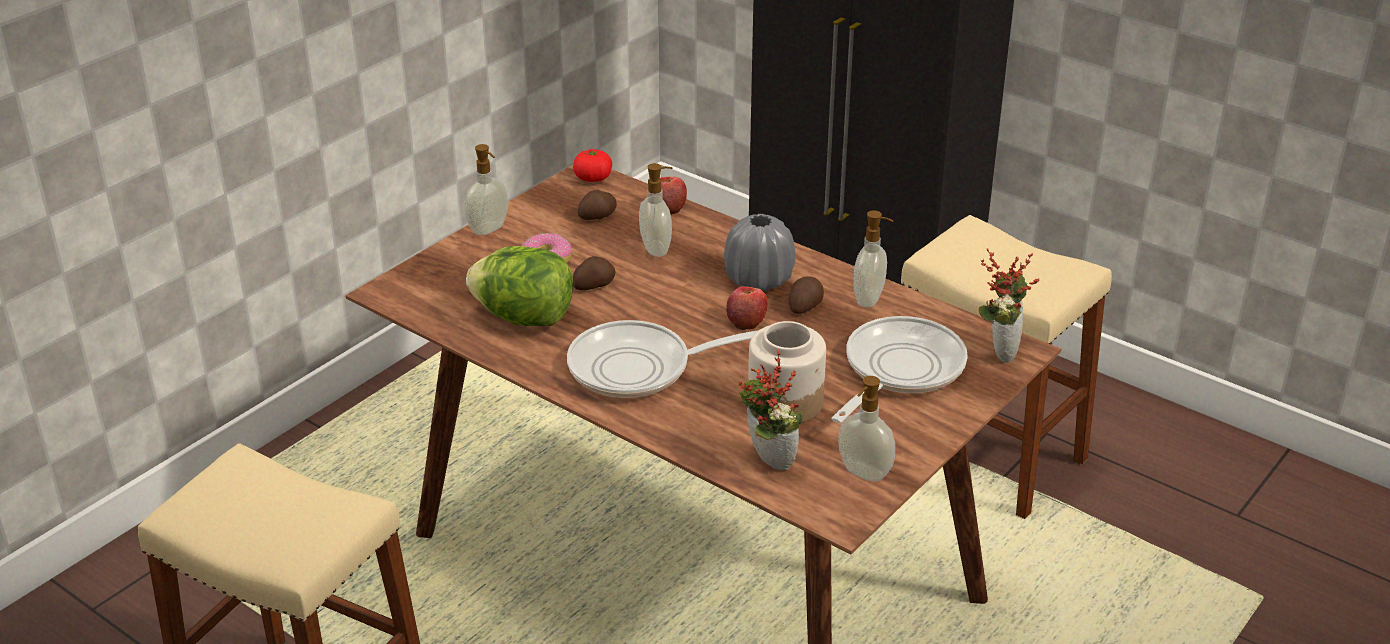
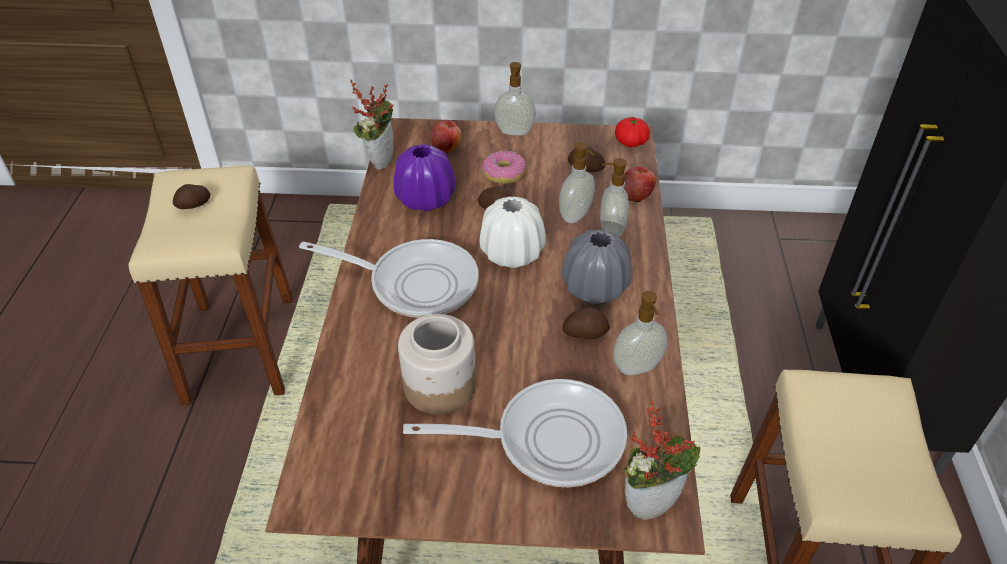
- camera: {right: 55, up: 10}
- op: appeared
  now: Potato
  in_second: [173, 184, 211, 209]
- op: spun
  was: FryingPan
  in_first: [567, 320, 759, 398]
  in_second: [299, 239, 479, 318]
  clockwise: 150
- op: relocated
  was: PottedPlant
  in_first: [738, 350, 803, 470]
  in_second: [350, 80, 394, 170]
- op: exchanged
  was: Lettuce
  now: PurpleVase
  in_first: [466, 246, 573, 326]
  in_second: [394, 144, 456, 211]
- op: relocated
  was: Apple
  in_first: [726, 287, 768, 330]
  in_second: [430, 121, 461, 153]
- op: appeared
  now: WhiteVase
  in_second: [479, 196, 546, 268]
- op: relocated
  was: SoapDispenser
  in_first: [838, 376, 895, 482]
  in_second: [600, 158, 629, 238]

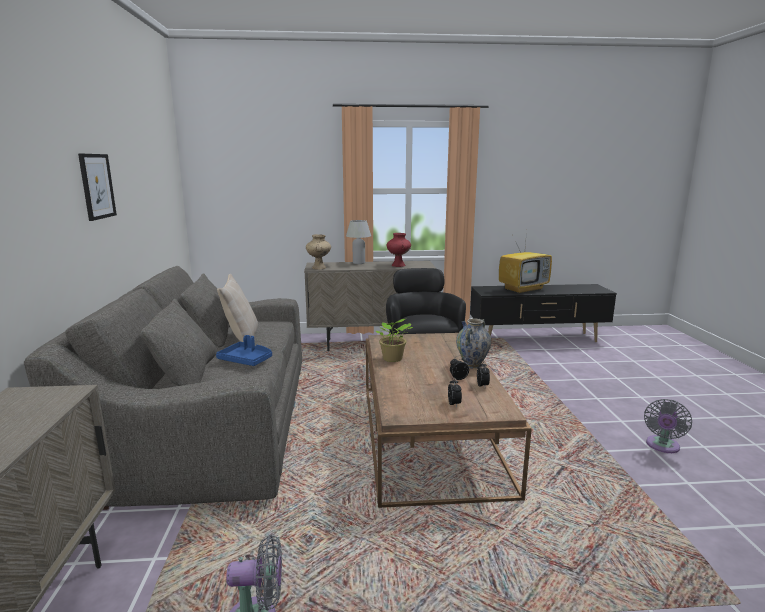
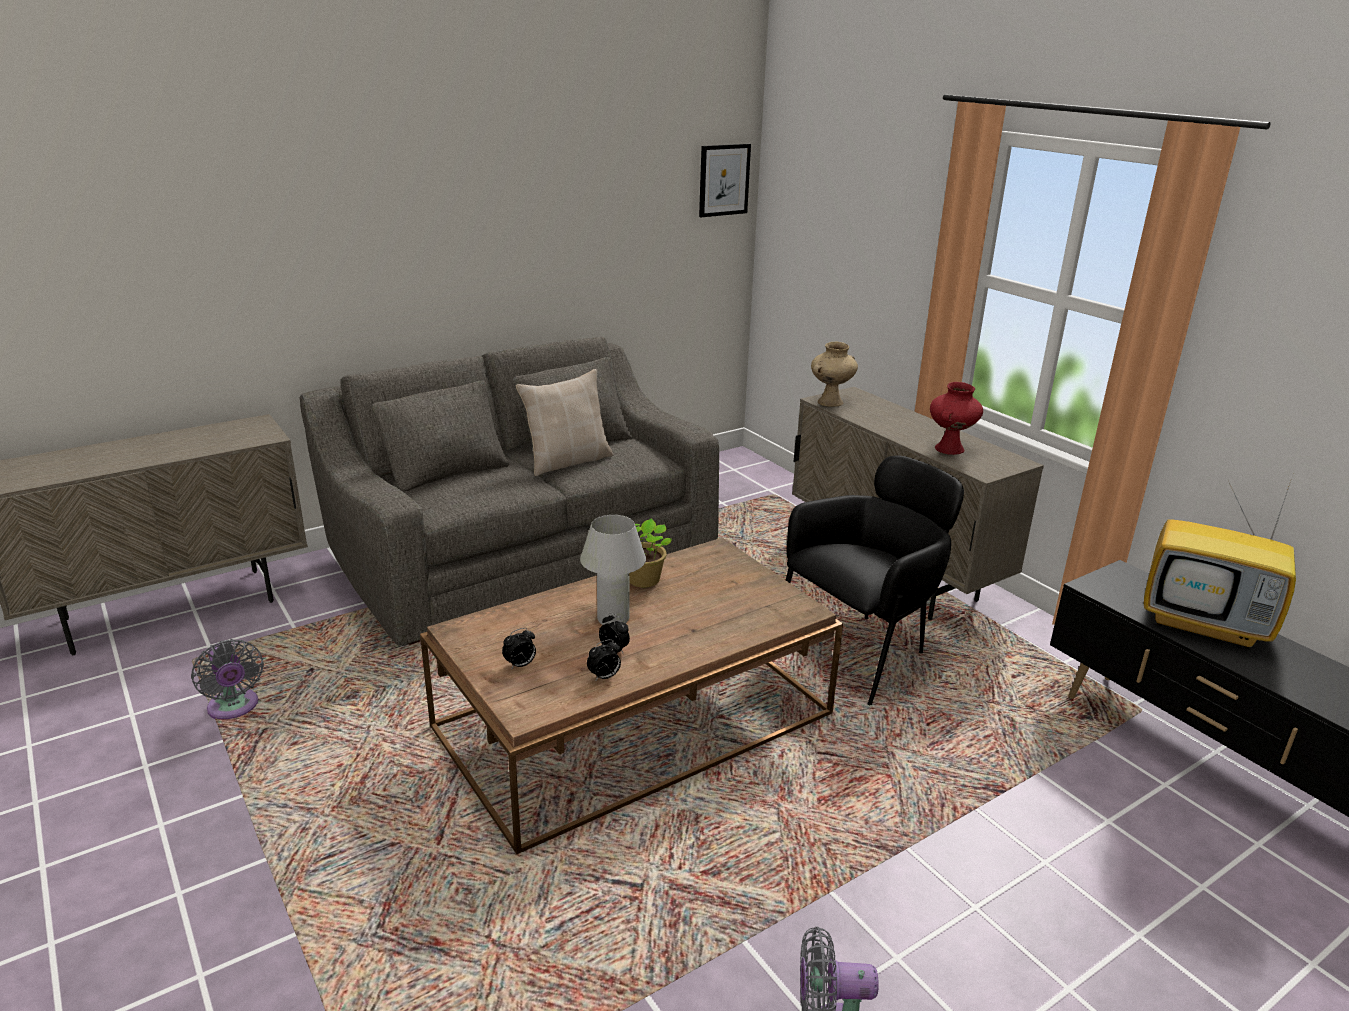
- camera: {right: 60, up: 10}
- op: relocated
  was: WhiteTableLamp
  in_first: [346, 220, 371, 264]
  in_second: [580, 515, 646, 625]
- op: relocated
  was: Picture
  in_first: [78, 154, 117, 221]
  in_second: [699, 144, 751, 217]
- op: missing
  was: BlueTray
  in_first: [216, 335, 272, 366]
- op: missing
  was: Vase
  in_first: [456, 319, 491, 369]

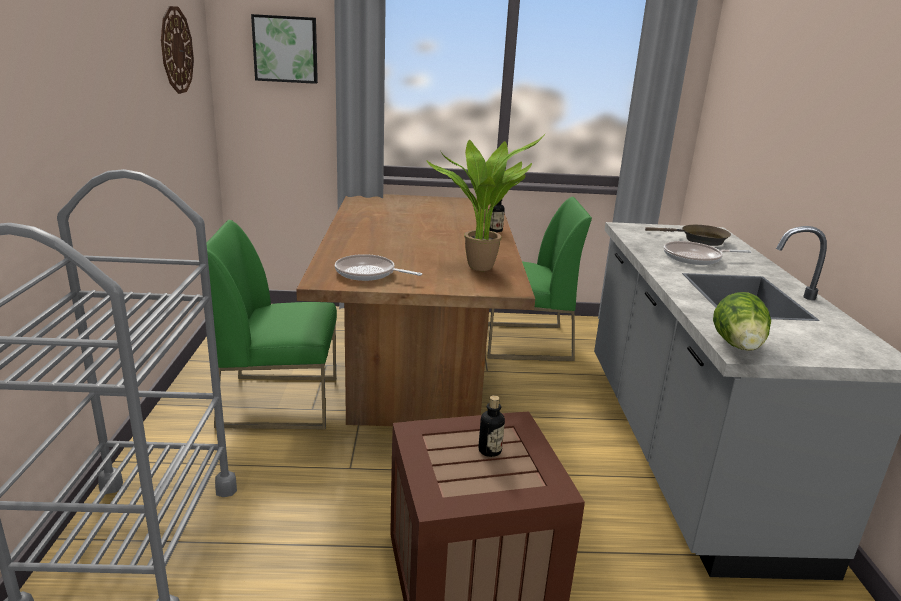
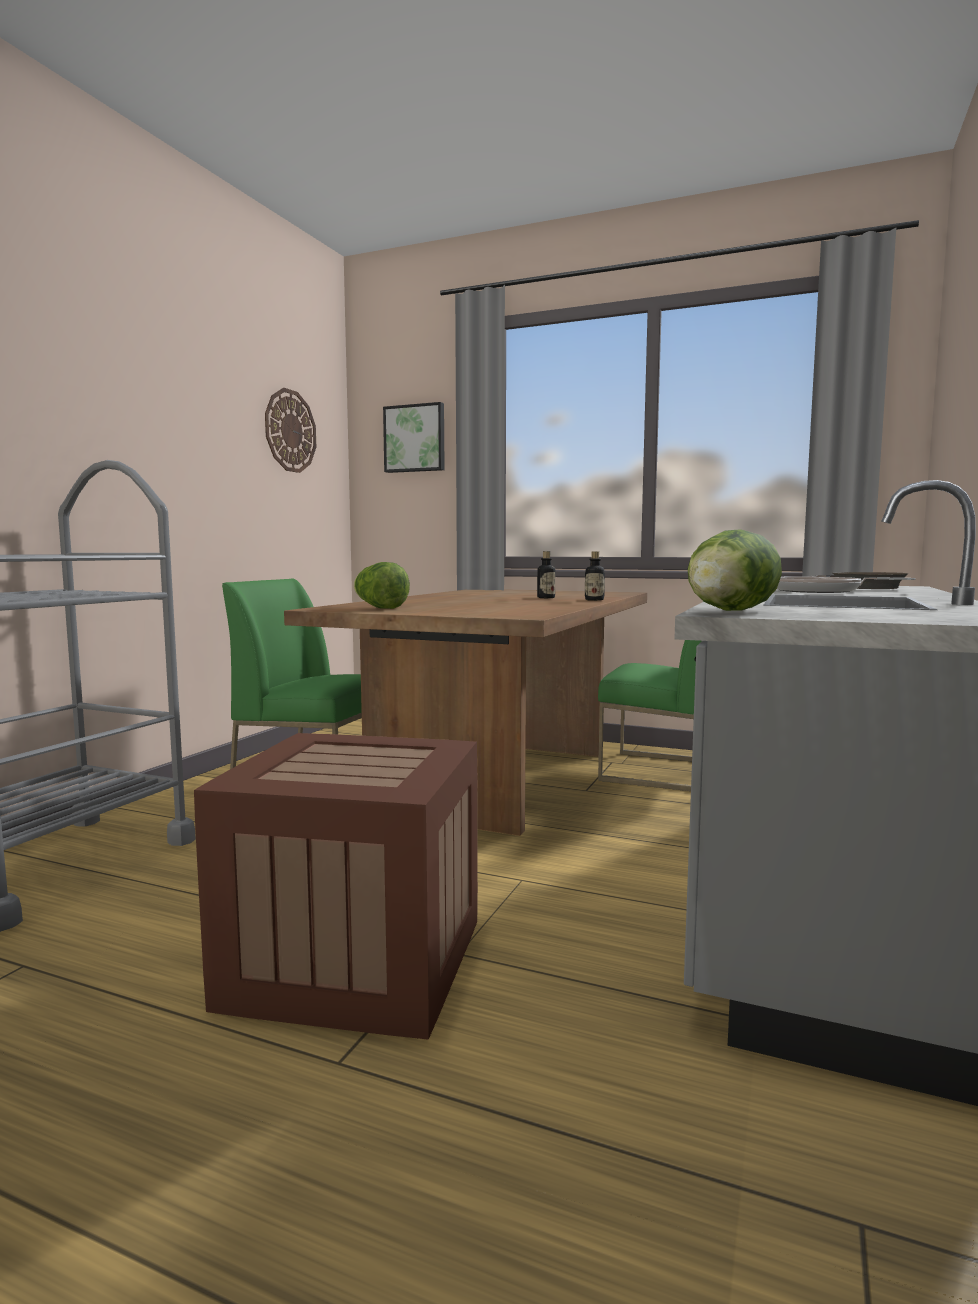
- camera: {right: 25, up: -15}
- op: exchanged
  was: FryingPan
  now: Lettuce
  in_first: [335, 254, 422, 281]
  in_second: [353, 562, 410, 609]
- op: relocated
  was: Bottle
  in_first: [479, 395, 505, 457]
  in_second: [537, 551, 555, 598]
- op: missing
  was: PottedPlant
  in_first: [427, 133, 546, 271]

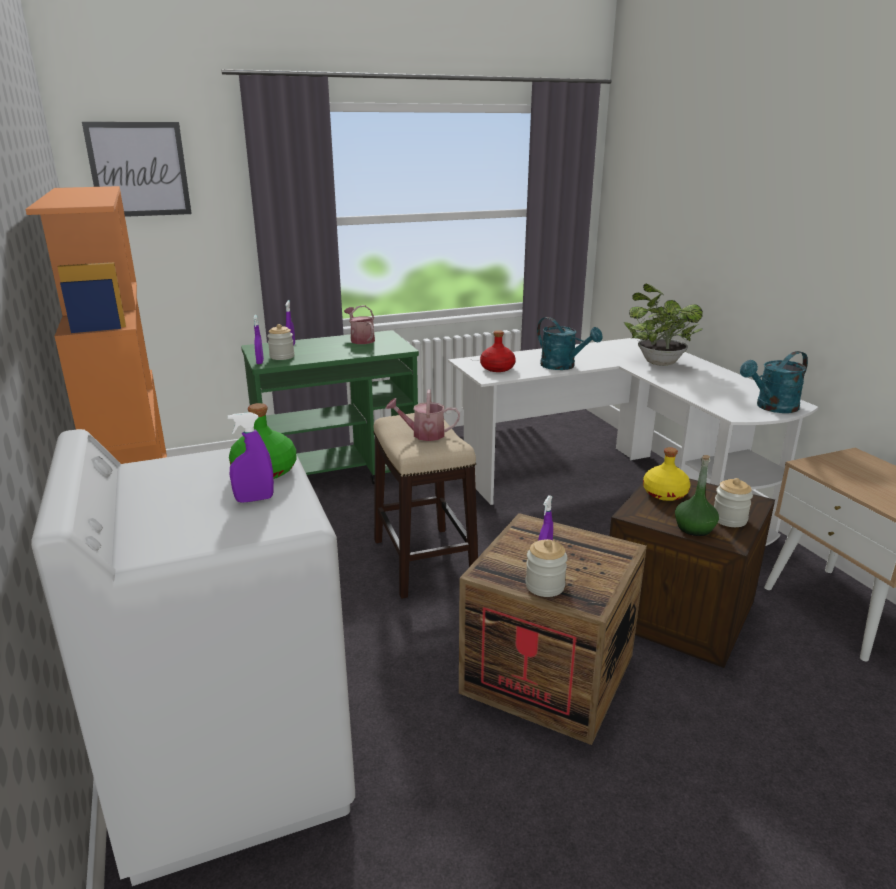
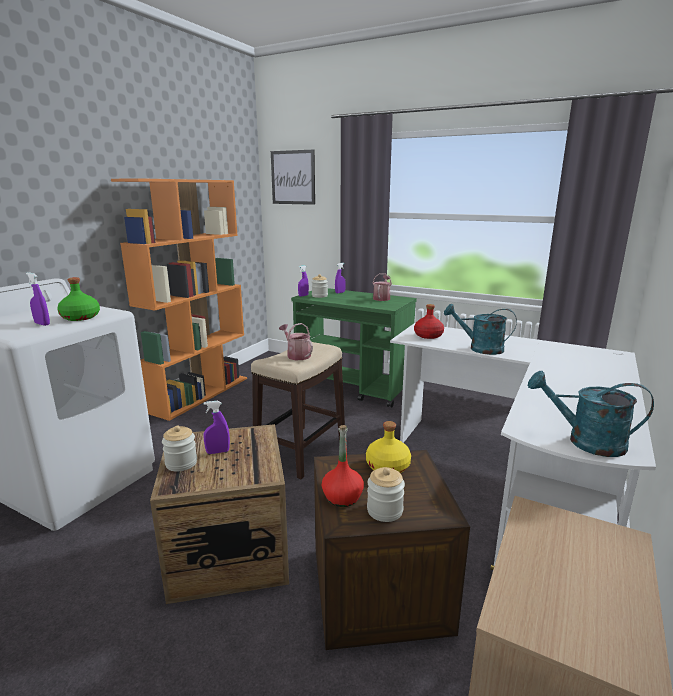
- camera: {right: 50, up: -5}
- op: colour
  was: GreenBottle
  now: RedBottle
  in_first: [675, 455, 719, 536]
  in_second: [322, 425, 364, 507]
- op: spun
  was: TurquoiseWateringCan
  in_first: [537, 317, 603, 370]
  in_second: [444, 304, 517, 355]
  clockwise: 105
- op: missing
  was: PottedPlant
  in_first: [624, 283, 703, 366]

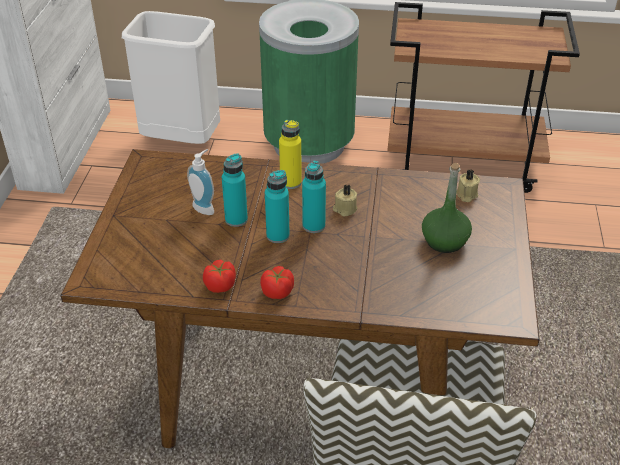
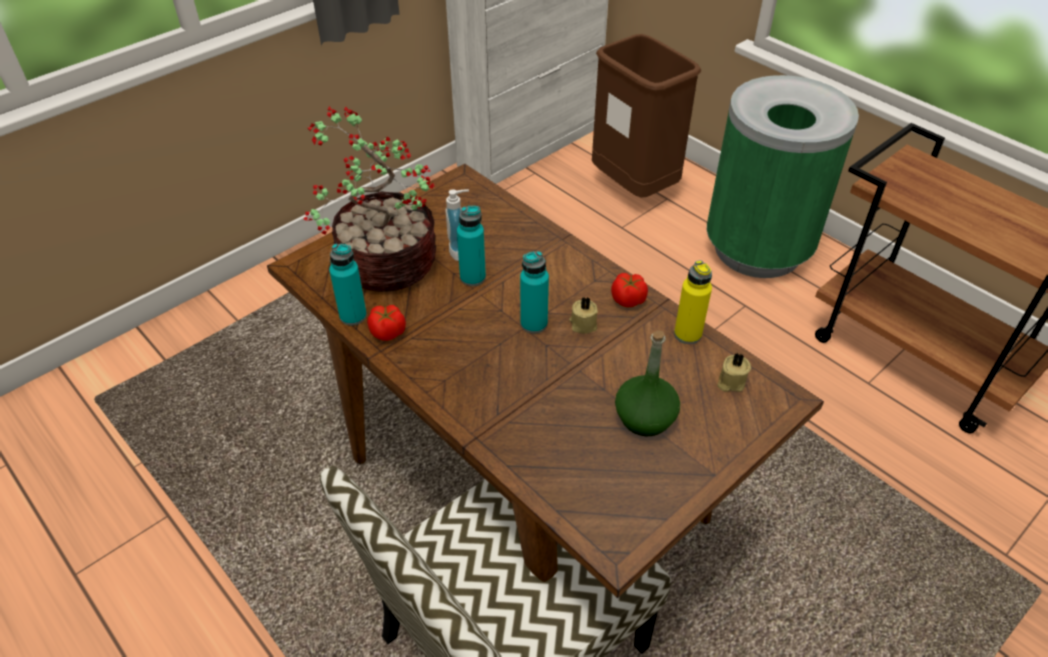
- camera: {right: 40, up: 5}
- op: appeared
  now: PottedPlant
  in_second: [303, 106, 436, 292]
- op: relocated
  was: TurquoiseBottle
  in_first: [265, 170, 290, 243]
  in_second: [329, 244, 367, 326]
- op: colour
  was: WhiteTrashCan
  now: BrownTrashCan
  in_first: [122, 11, 220, 144]
  in_second: [592, 34, 701, 198]
- op: relocated
  was: Tomato
  in_first: [260, 266, 294, 299]
  in_second: [611, 273, 648, 307]
- op: relocated
  was: YellowBottle
  in_first: [279, 120, 302, 189]
  in_second: [674, 260, 712, 344]

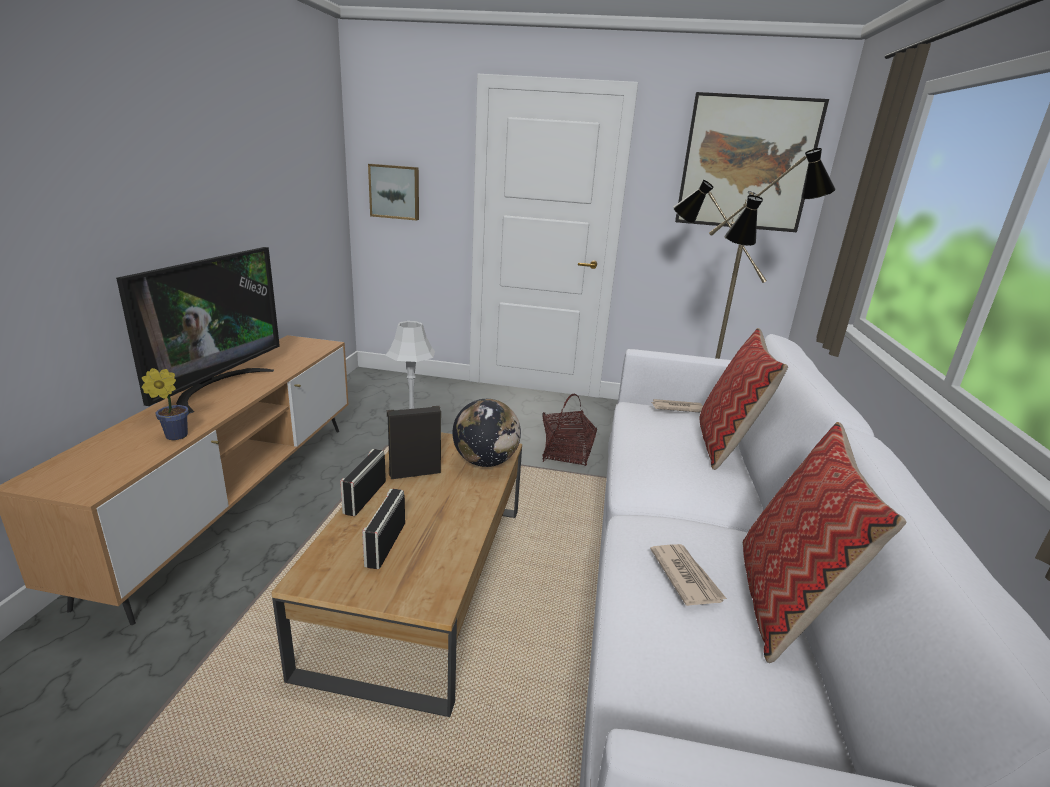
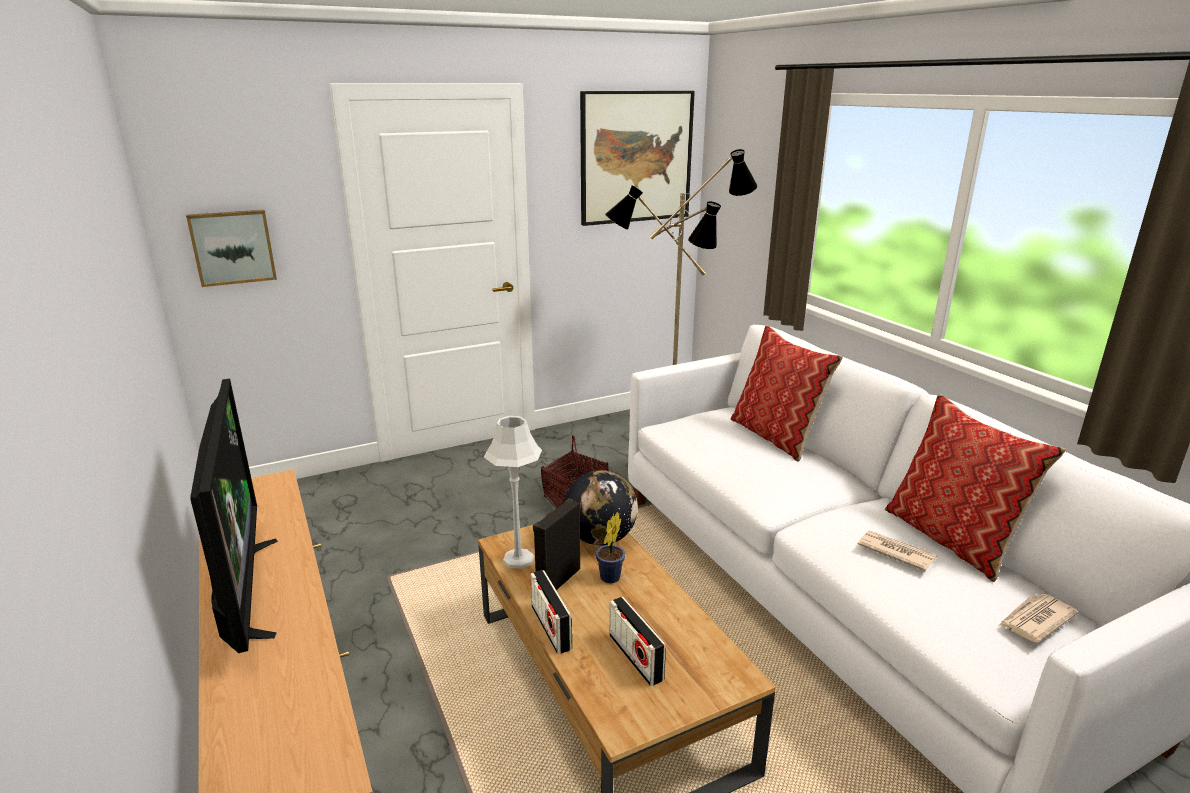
- camera: {right: -35, up: 0}
- op: relocated
  was: PottedPlant
  in_first: [142, 368, 189, 440]
  in_second: [596, 512, 625, 583]
- op: relocated
  was: Newspaper
  in_first: [652, 399, 703, 413]
  in_second: [998, 593, 1079, 643]

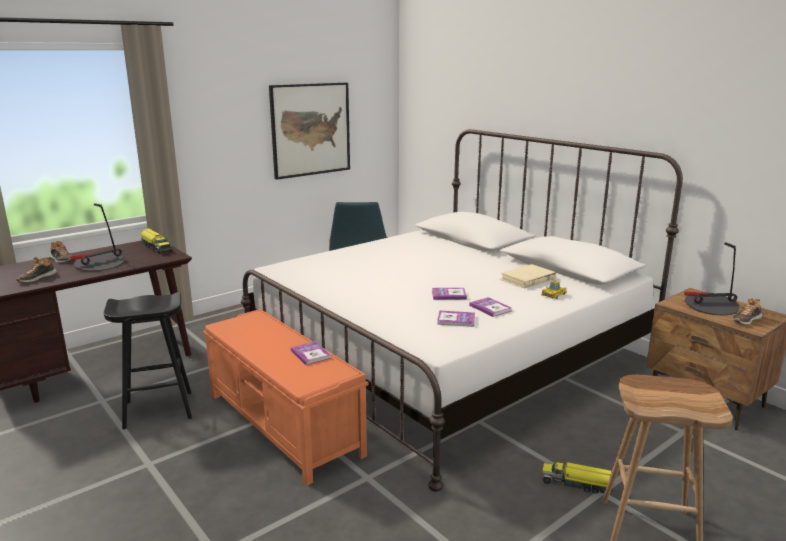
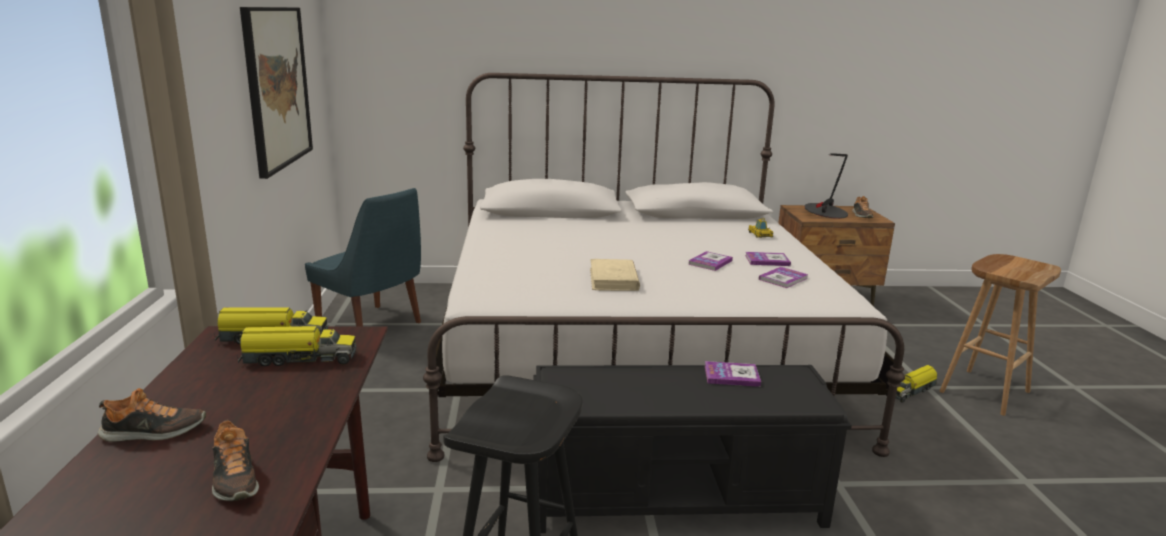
- camera: {right: -55, up: 0}
- op: appeared
  now: ToyTruck
  in_second: [238, 326, 356, 366]
- op: colour
  was: OrangeBench
  now: BlackBench
  in_first: [203, 309, 369, 485]
  in_second: [534, 365, 852, 533]
- op: relocated
  was: BeigeBook
  in_first: [500, 264, 556, 289]
  in_second: [590, 259, 640, 291]
- op: missing
  was: TableLamp
  in_first: [70, 203, 125, 271]

